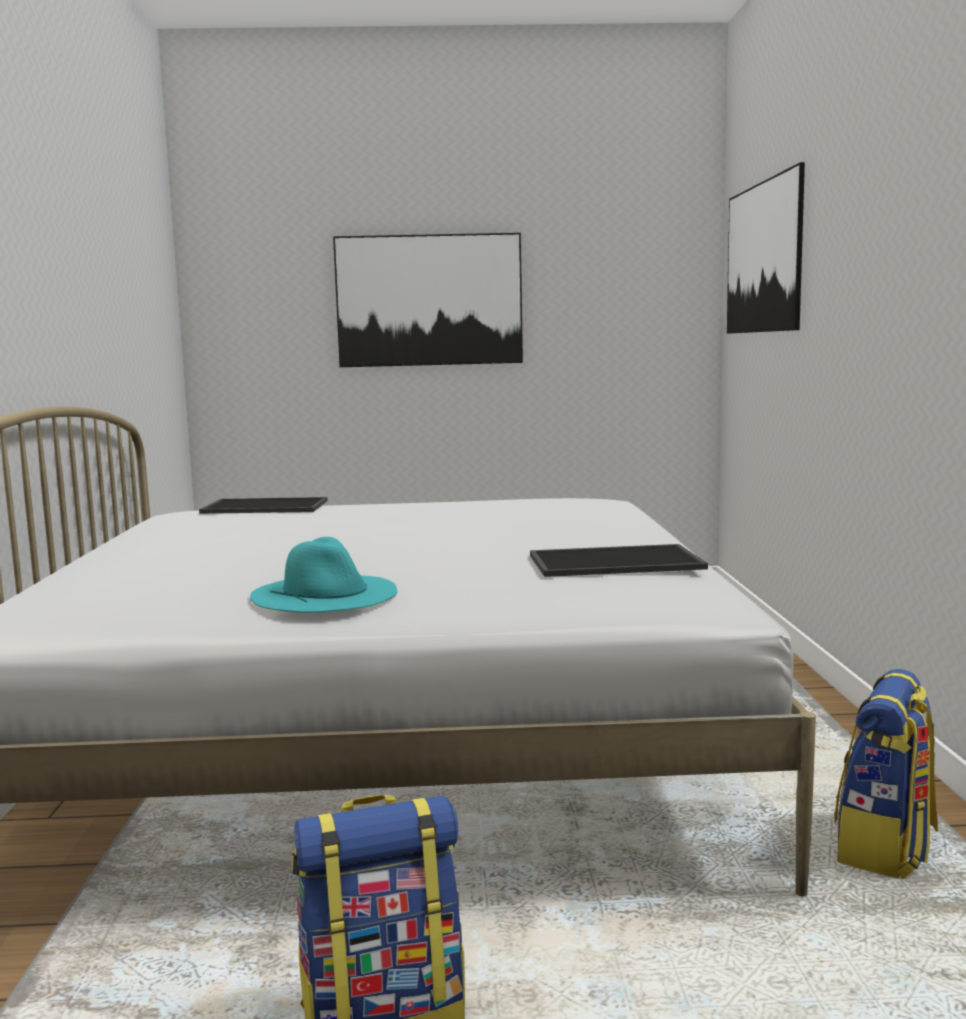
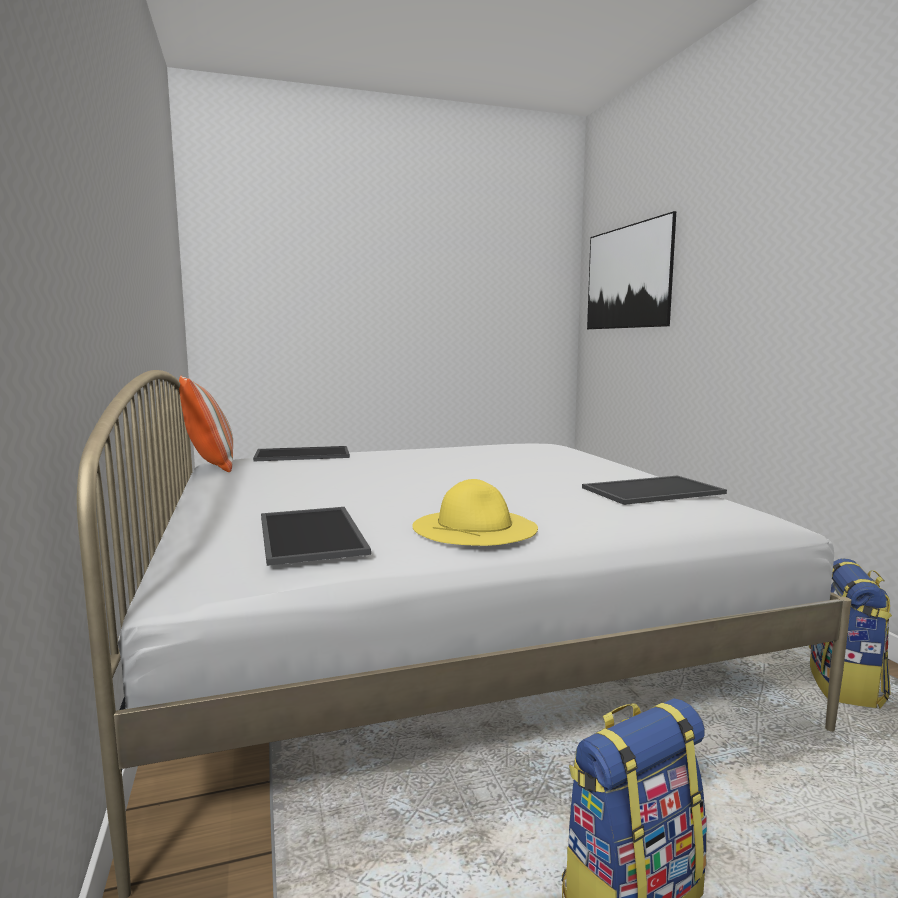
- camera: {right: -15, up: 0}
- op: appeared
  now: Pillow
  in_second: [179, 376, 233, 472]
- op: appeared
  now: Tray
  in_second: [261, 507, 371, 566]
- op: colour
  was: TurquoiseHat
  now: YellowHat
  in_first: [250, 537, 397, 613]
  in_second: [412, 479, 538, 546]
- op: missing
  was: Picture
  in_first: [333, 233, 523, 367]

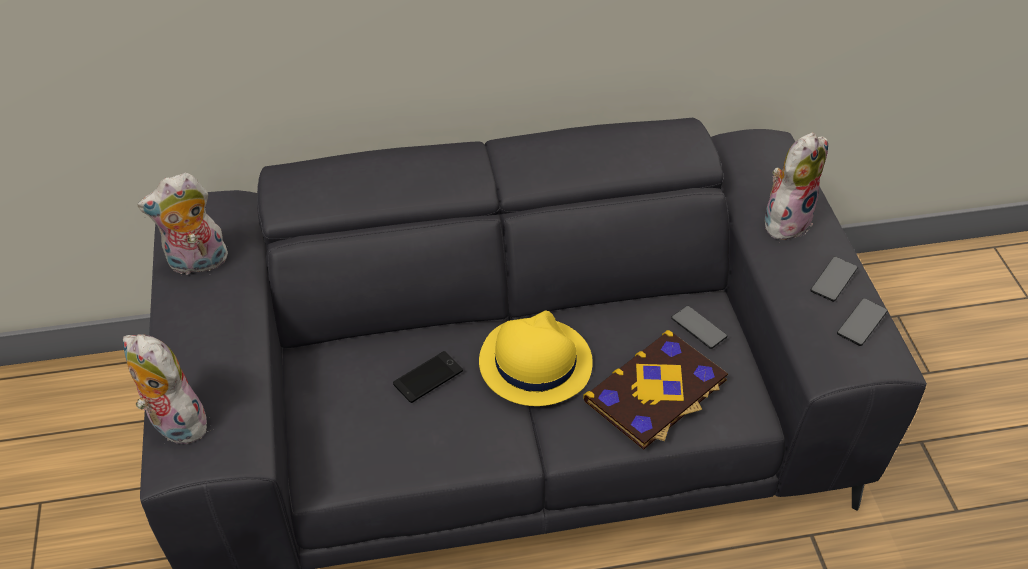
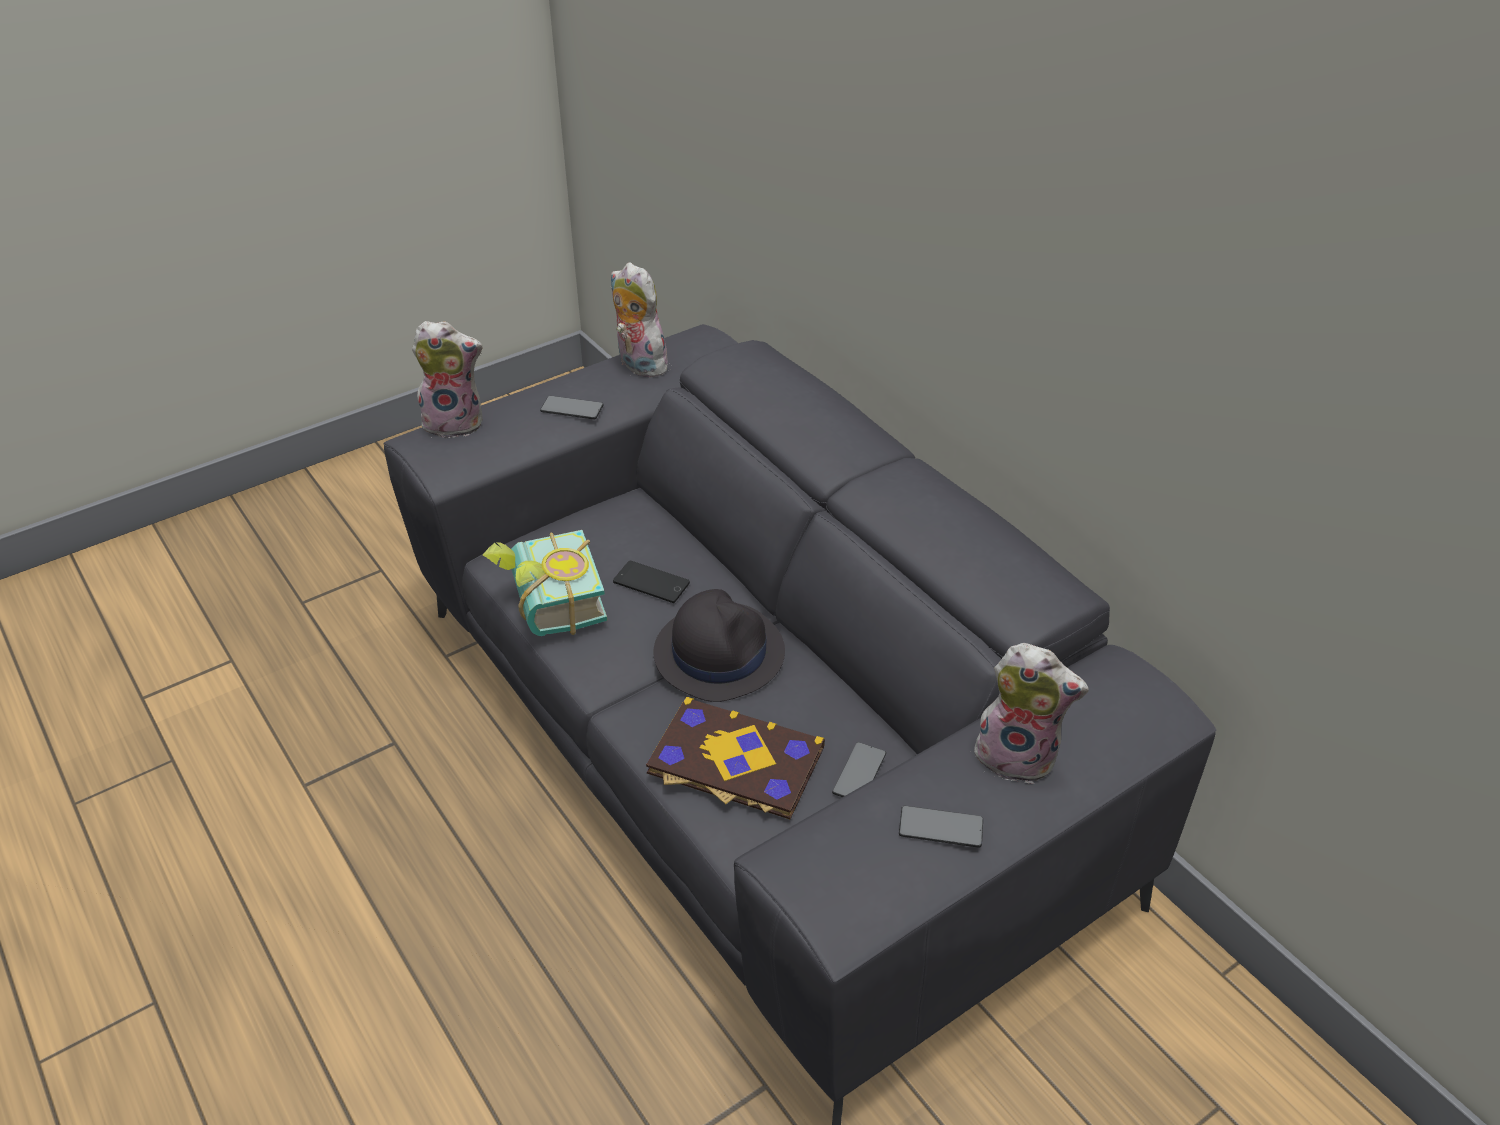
- camera: {right: 65, up: -5}
- op: spun
  was: PlushToy
  in_first: [123, 334, 208, 444]
  in_second: [412, 321, 482, 438]
  clockwise: 75
- op: appeared
  now: Book
  in_second: [483, 530, 607, 636]
- op: relocated
  was: Phone
  in_first: [837, 298, 888, 346]
  in_second: [540, 396, 603, 420]
- op: colour
  was: YellowHat
  now: BlackHat
  in_first: [479, 311, 593, 406]
  in_second: [653, 589, 785, 702]

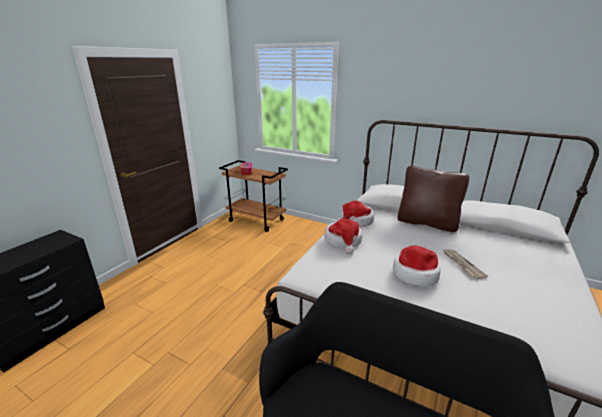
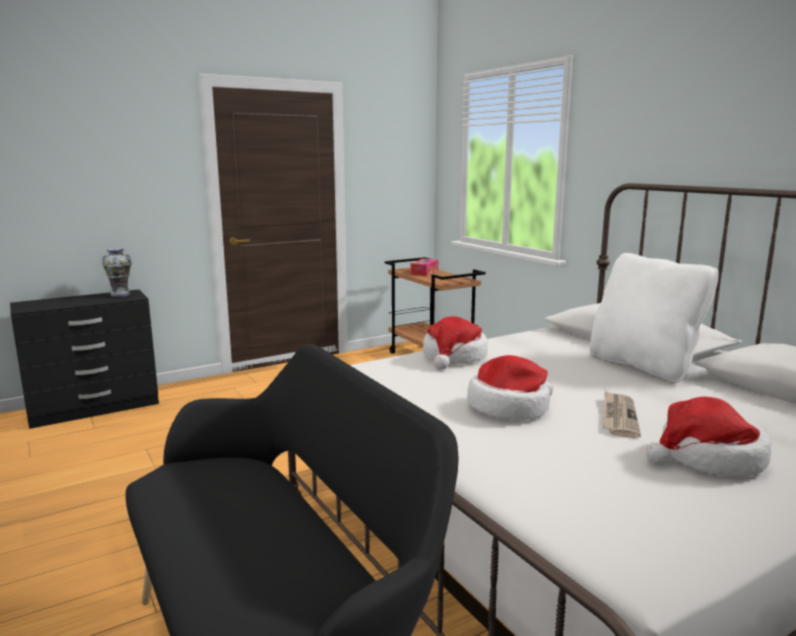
- camera: {right: 30, up: -10}
- op: appeared
  now: Vase
  in_second: [102, 248, 132, 297]
- op: colour
  was: BrownPillow
  now: WhitePillow
  in_first: [398, 166, 469, 232]
  in_second: [589, 253, 719, 382]
- op: relocated
  was: Hat
  in_first: [340, 201, 374, 227]
  in_second: [646, 396, 771, 477]

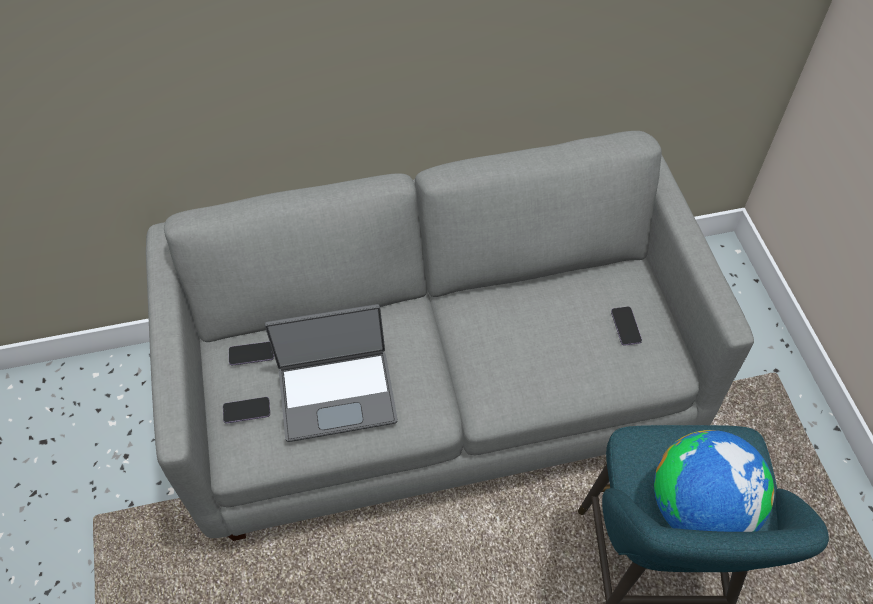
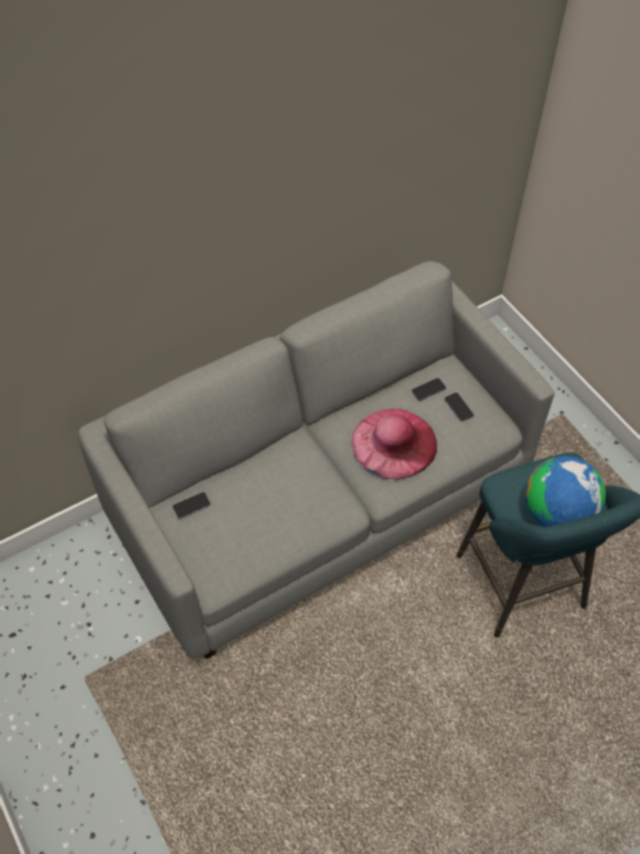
- camera: {right: -20, up: 0}
- op: appeared
  now: PinkHat
  in_second: [351, 409, 437, 480]
- op: relocated
  was: Phone
  in_first: [223, 397, 270, 423]
  in_second: [412, 378, 446, 401]
- op: missing
  was: Laptop
  in_first: [265, 304, 398, 442]

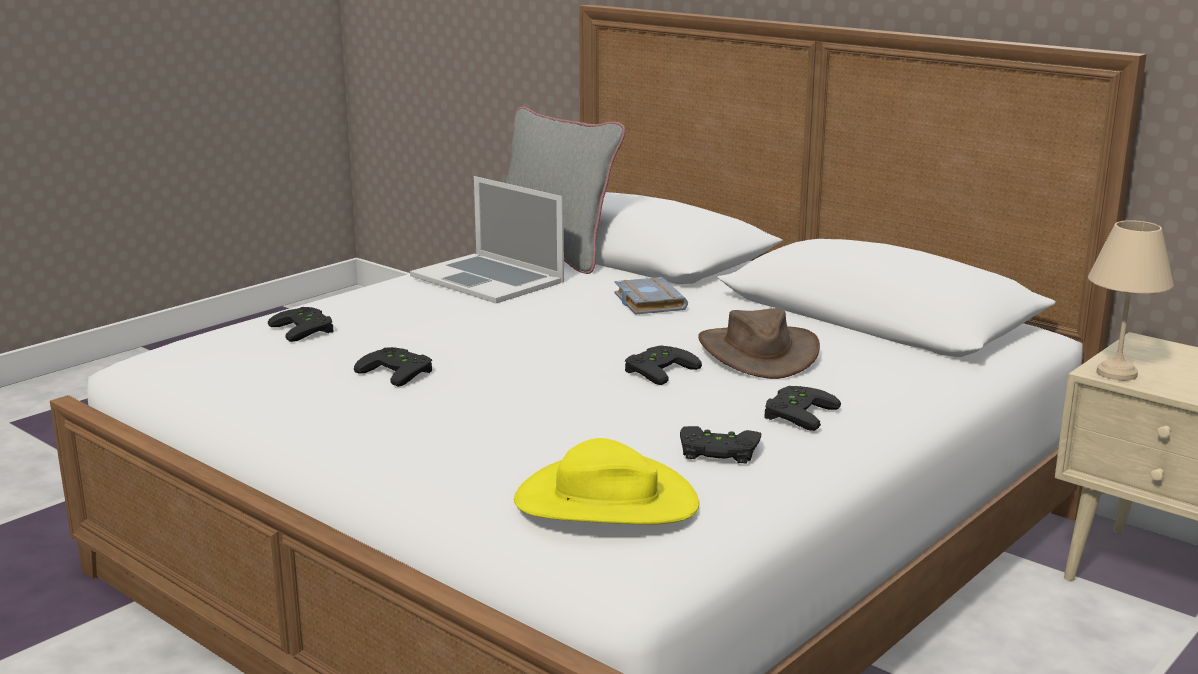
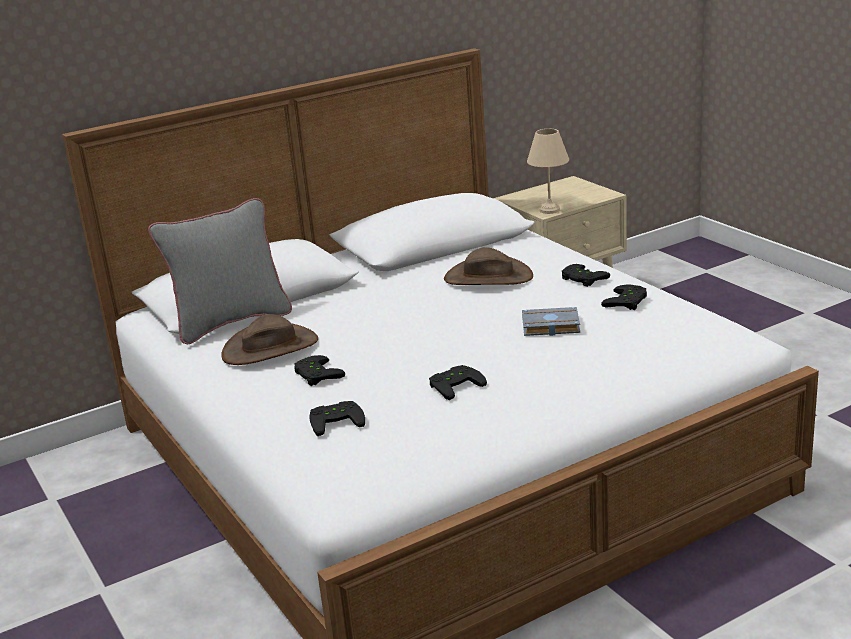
- camera: {right: -70, up: 5}
- op: exchanged
  was: Laptop
  now: BrownHat
  in_first: [410, 176, 564, 303]
  in_second: [221, 314, 318, 365]
- op: relocated
  was: BlackGameController
  in_first: [625, 345, 702, 385]
  in_second: [294, 355, 345, 386]
- op: relocated
  was: GreyBook
  in_first: [614, 277, 688, 315]
  in_second: [522, 307, 580, 336]
- op: missing
  was: YellowHat
  in_first: [514, 438, 699, 525]

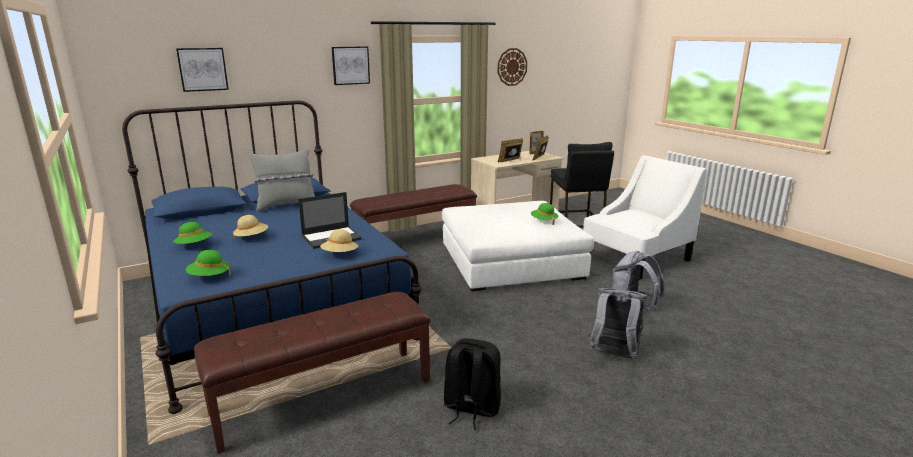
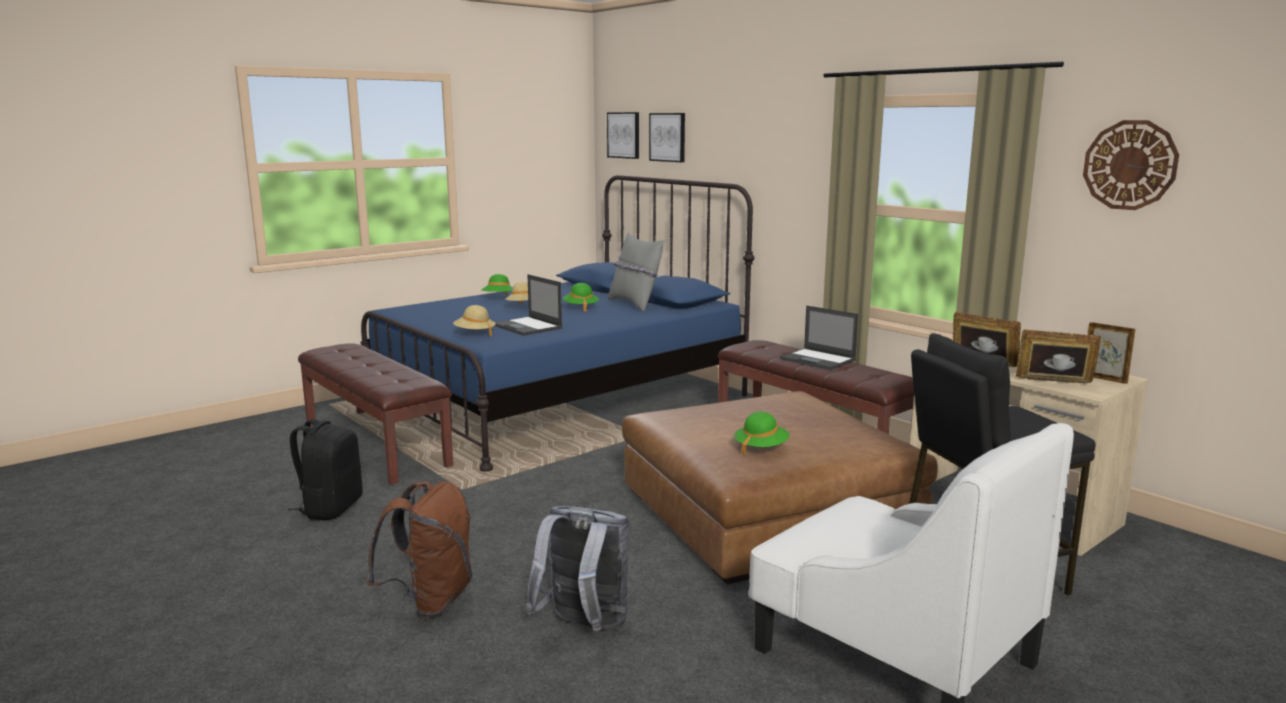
- camera: {right: 80, up: -5}
- op: colour
  was: GreyBackpack
  now: BrownBackpack
  in_first: [589, 288, 647, 359]
  in_second: [366, 481, 473, 619]
- op: relocated
  was: GreenHat
  in_first: [186, 250, 231, 276]
  in_second: [563, 283, 599, 312]
- op: relocated
  was: Picture
  in_first: [331, 46, 370, 85]
  in_second: [607, 112, 639, 159]
- op: colour
  was: WhiteOttoman
  now: BrownOttoman
  in_first: [442, 201, 594, 291]
  in_second: [622, 391, 938, 585]
- op: appeared
  now: Laptop
  in_second: [780, 306, 858, 370]

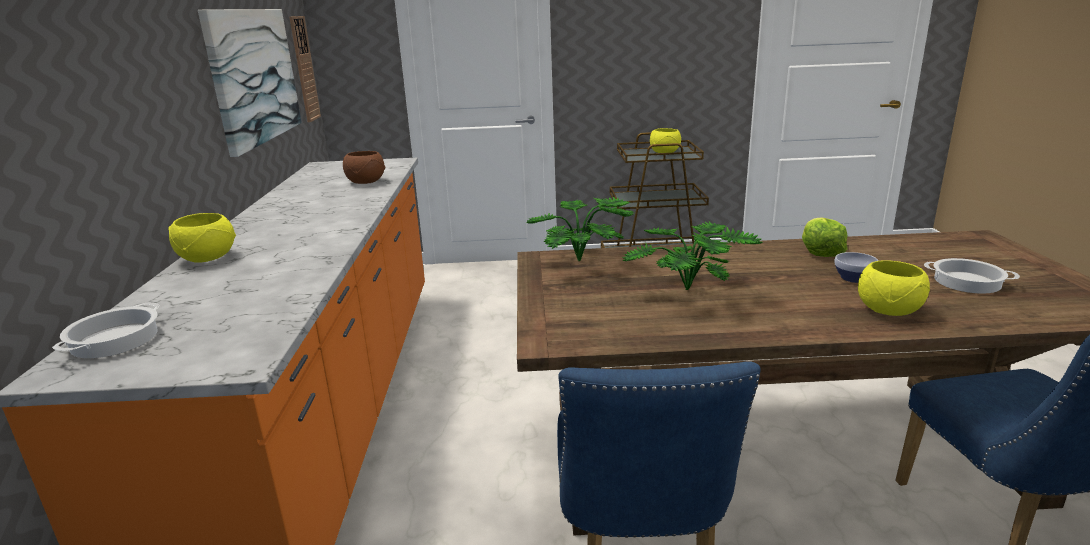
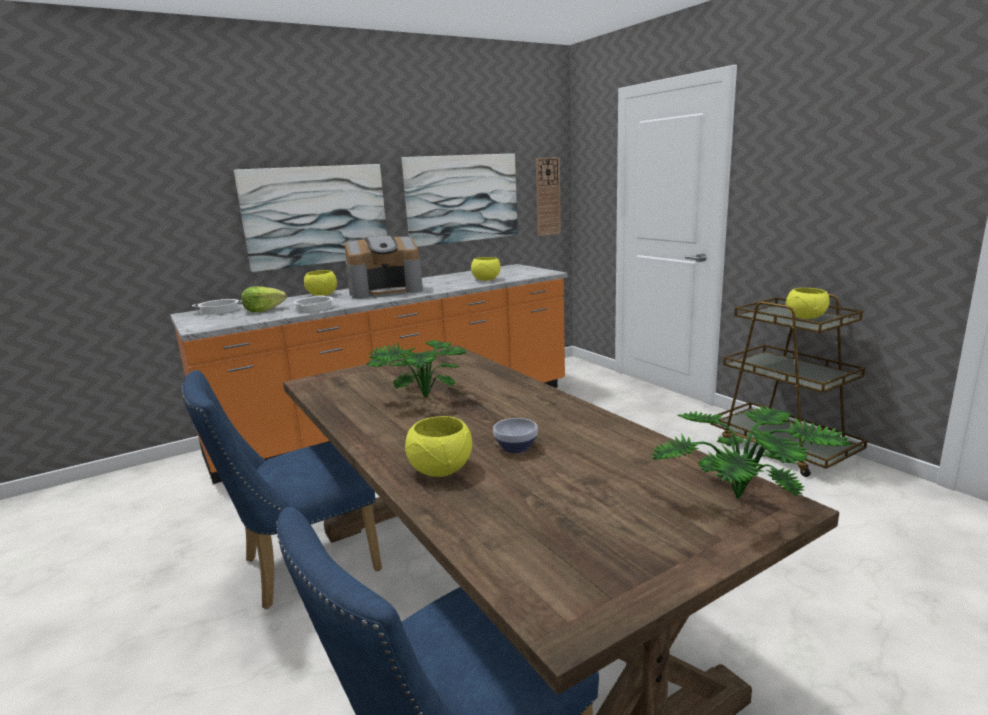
- camera: {right: 60, up: -5}
- op: appeared
  now: Picture
  in_second: [234, 164, 387, 272]
- op: relocated
  was: Lettuce
  in_first: [802, 217, 848, 257]
  in_second: [241, 286, 287, 312]
- op: relocated
  was: CookingPot
  in_first: [924, 258, 1020, 294]
  in_second: [293, 295, 333, 312]
- op: appeared
  now: CoffeeMachine
  in_second: [345, 235, 423, 299]
- op: colour
  was: BrownBowl
  now: YellowBowl
  in_first: [343, 151, 385, 184]
  in_second: [471, 257, 501, 281]
- op: relocated
  was: PottedPlant
  in_first: [527, 197, 634, 262]
  in_second: [651, 406, 853, 498]

